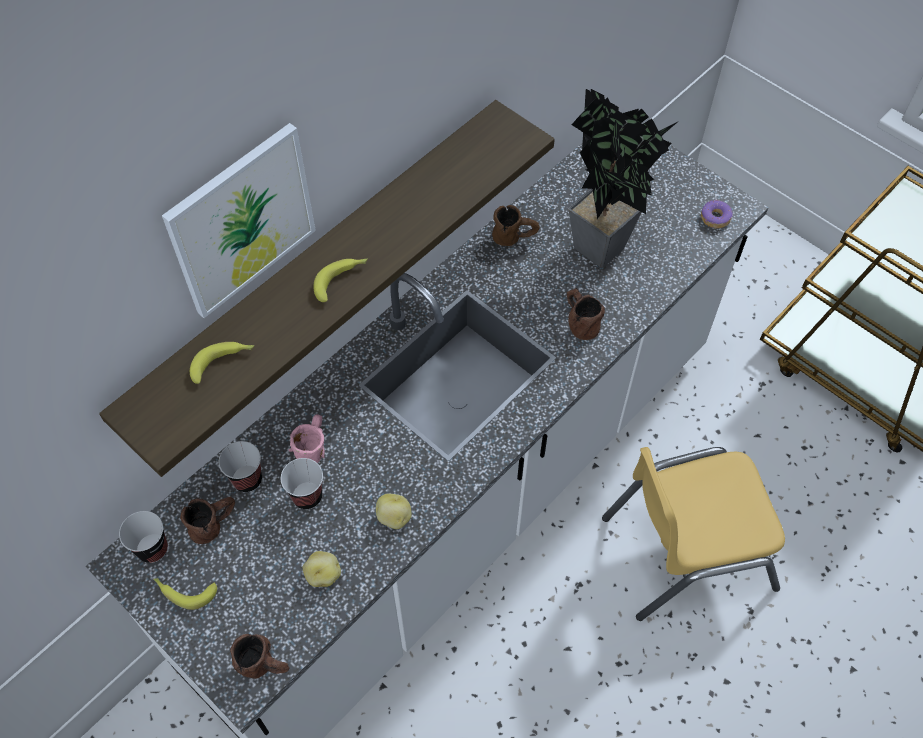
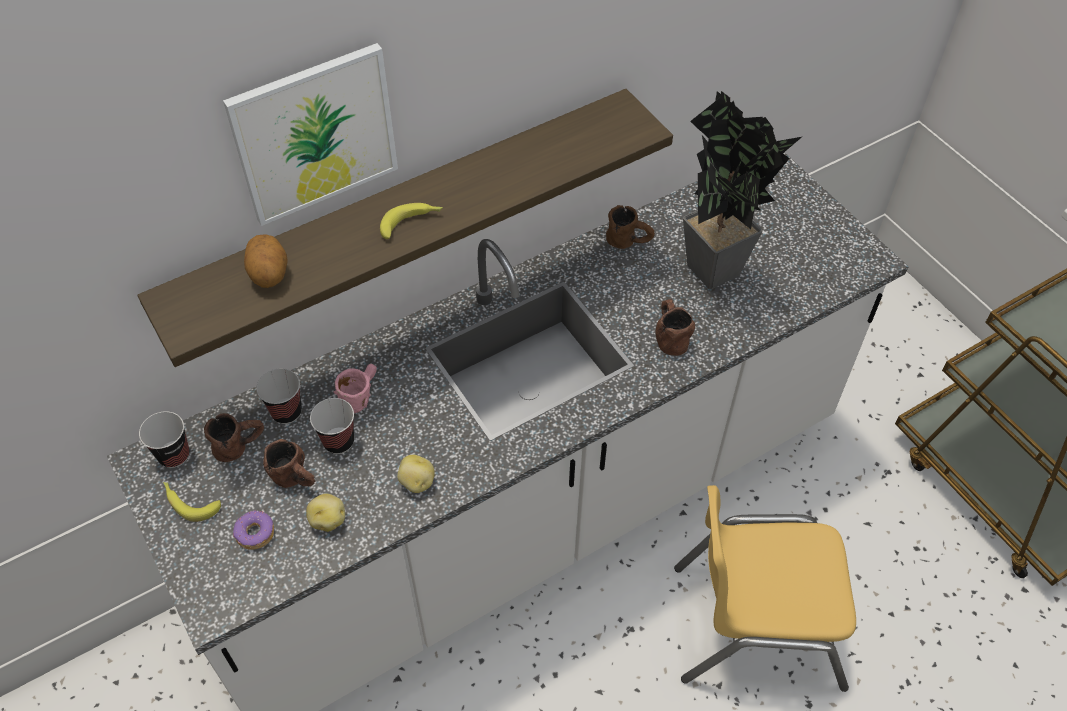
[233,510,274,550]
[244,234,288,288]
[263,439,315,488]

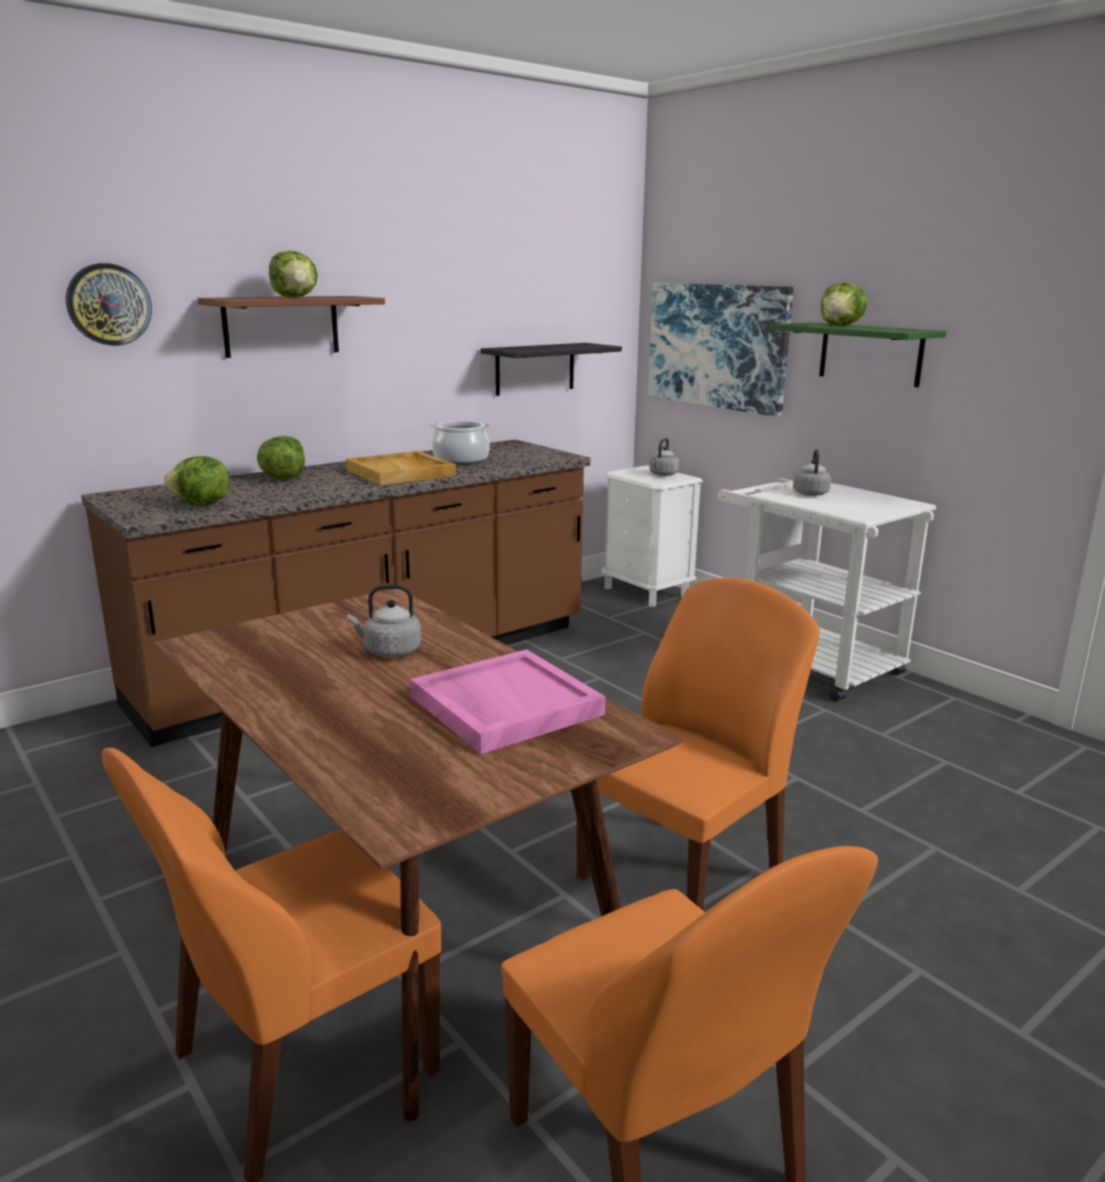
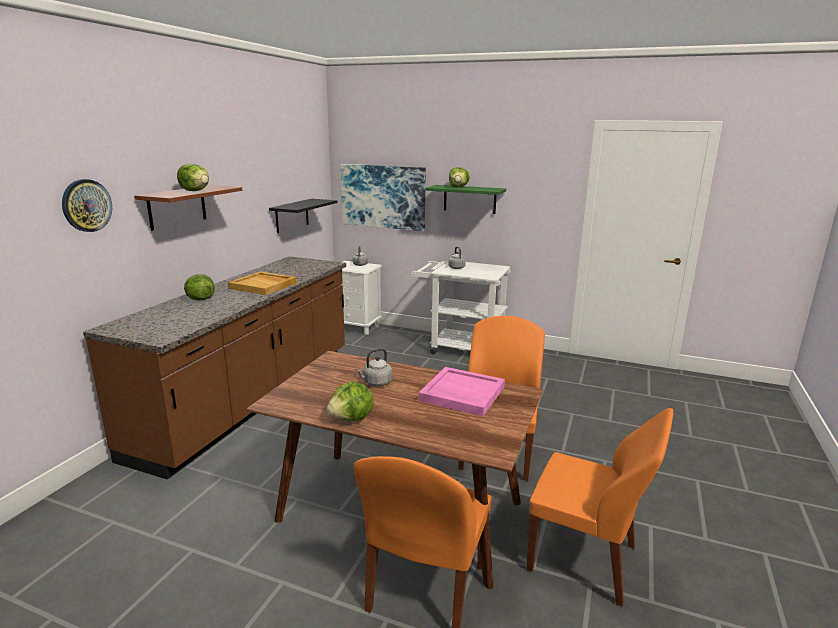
[327,382,374,421]
[429,421,492,465] (first image)

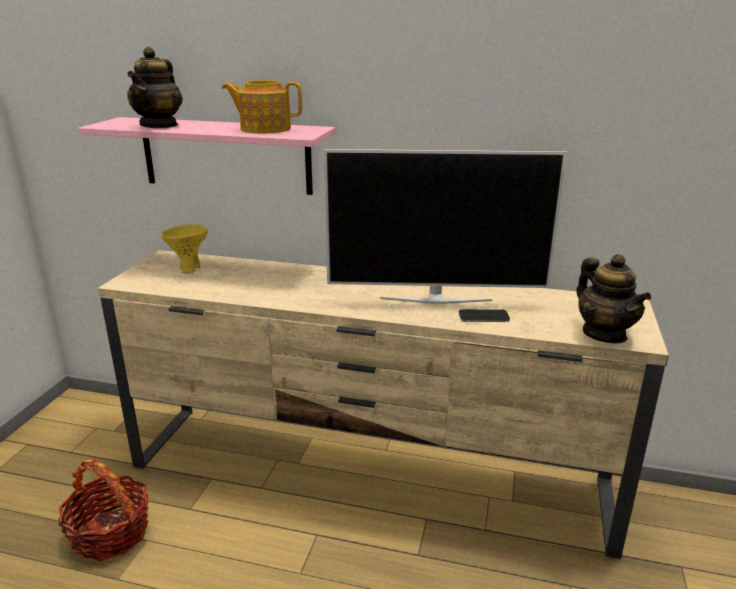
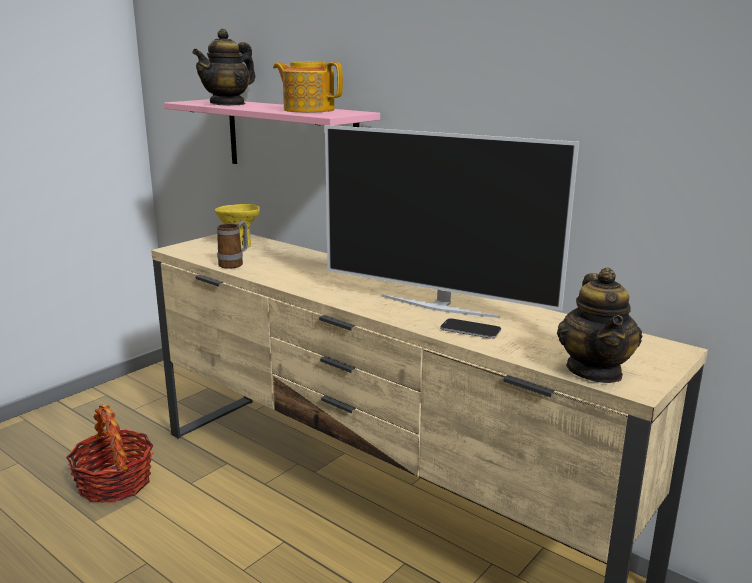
[217,221,248,269]

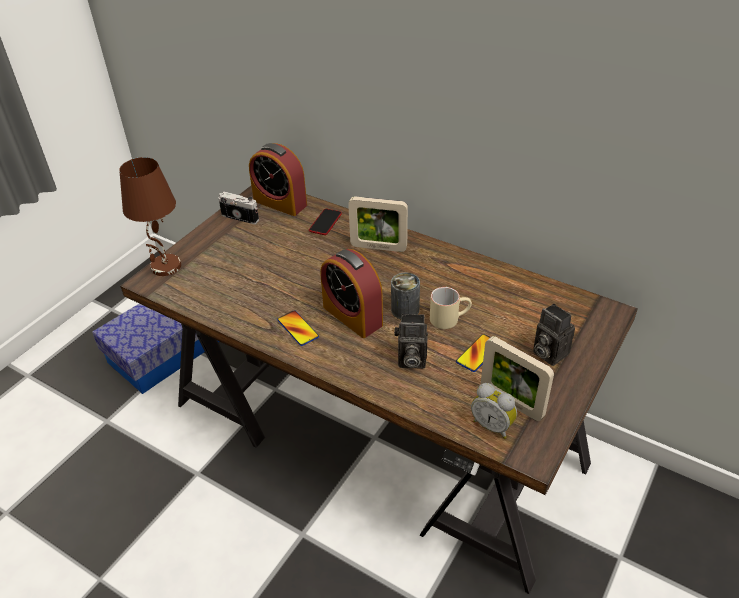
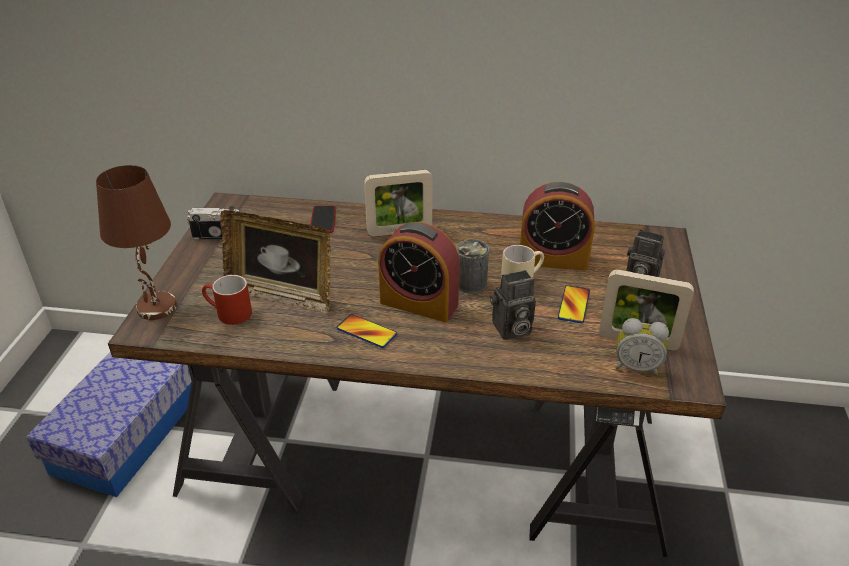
[202,275,252,325]
[220,210,331,314]
[520,182,594,271]

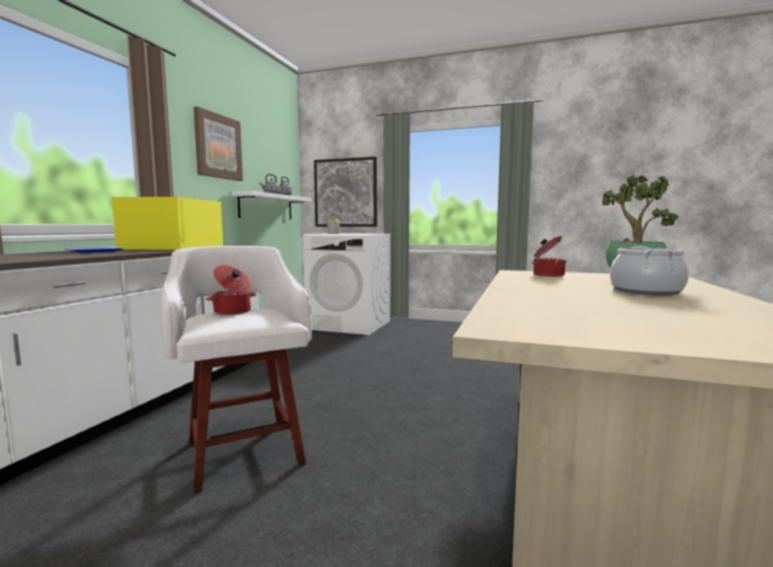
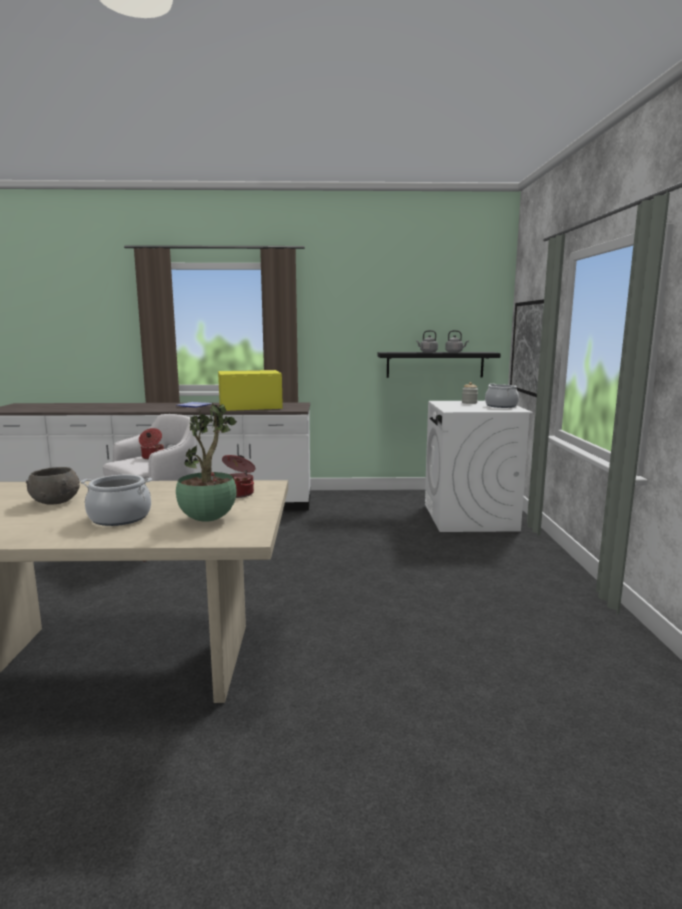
[26,467,80,505]
[378,352,501,378]
[485,383,519,408]
[194,106,243,181] (first image)

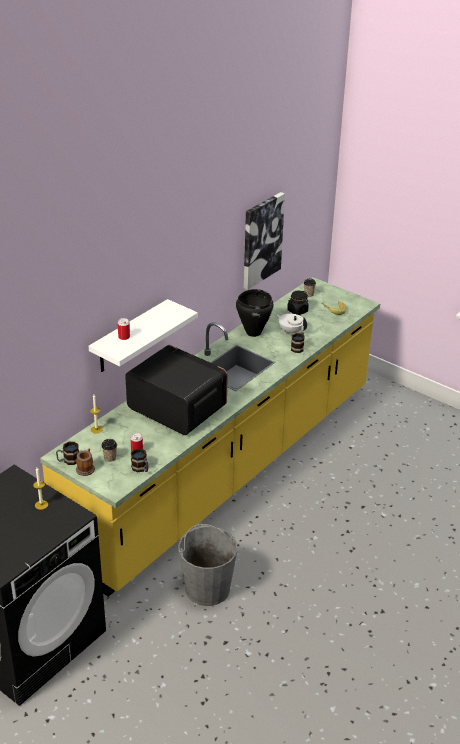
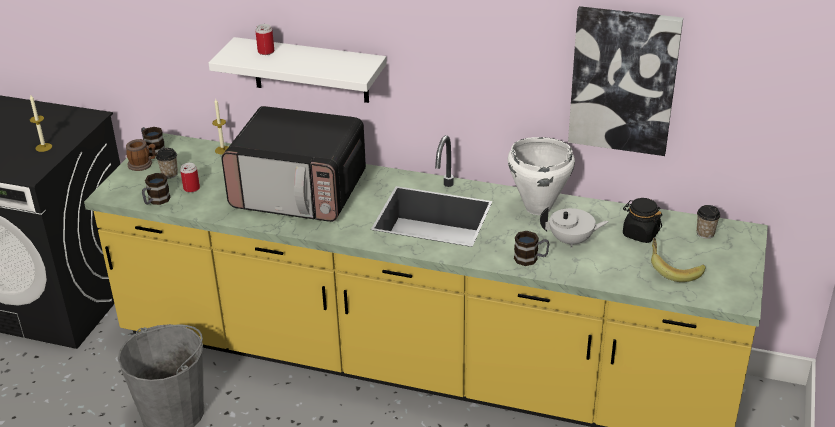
[221,106,366,222]
[508,137,575,215]
[540,207,609,248]

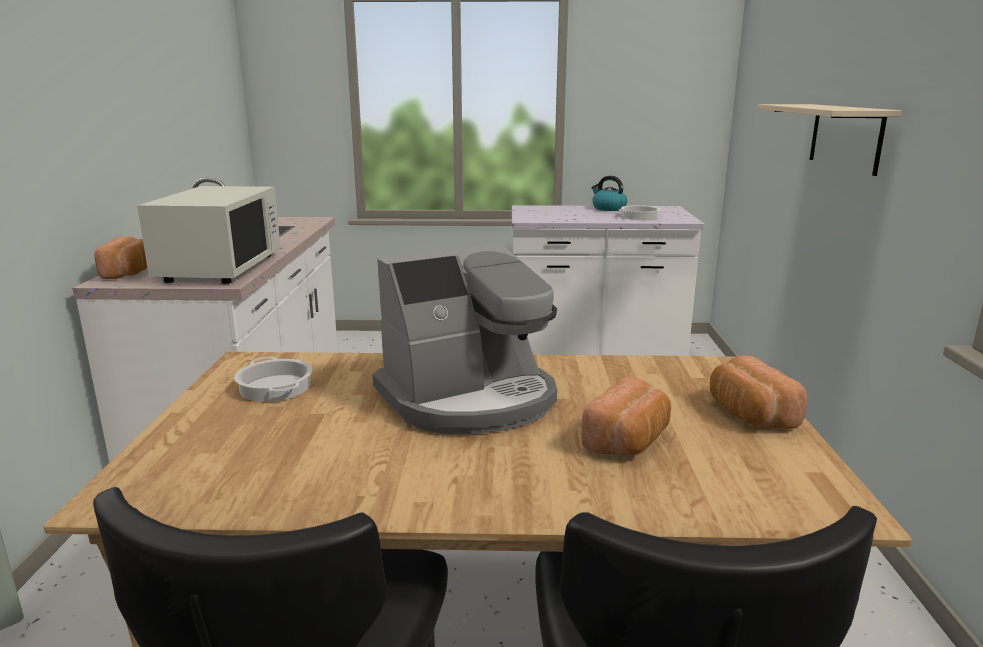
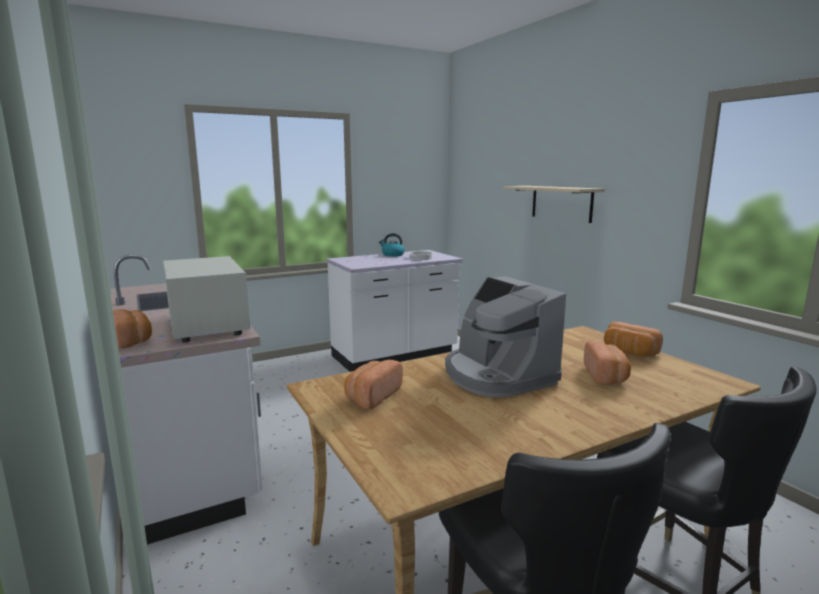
[344,360,403,409]
[445,276,566,397]

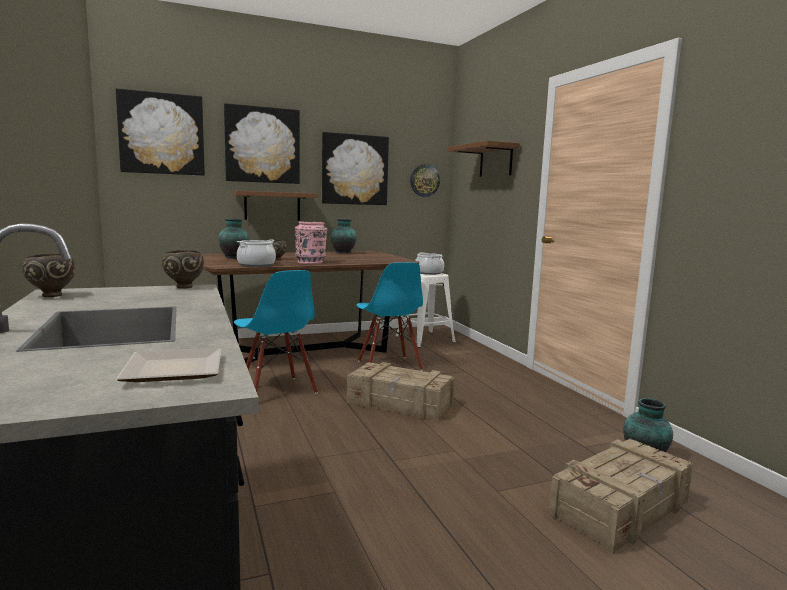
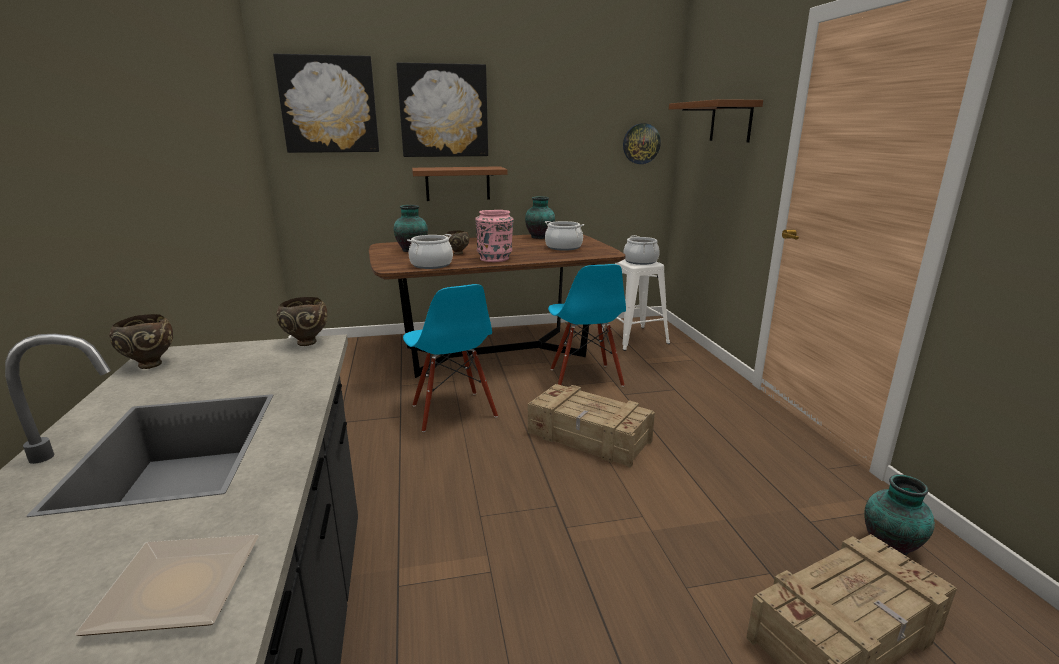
[545,221,584,251]
[322,132,389,205] (first image)

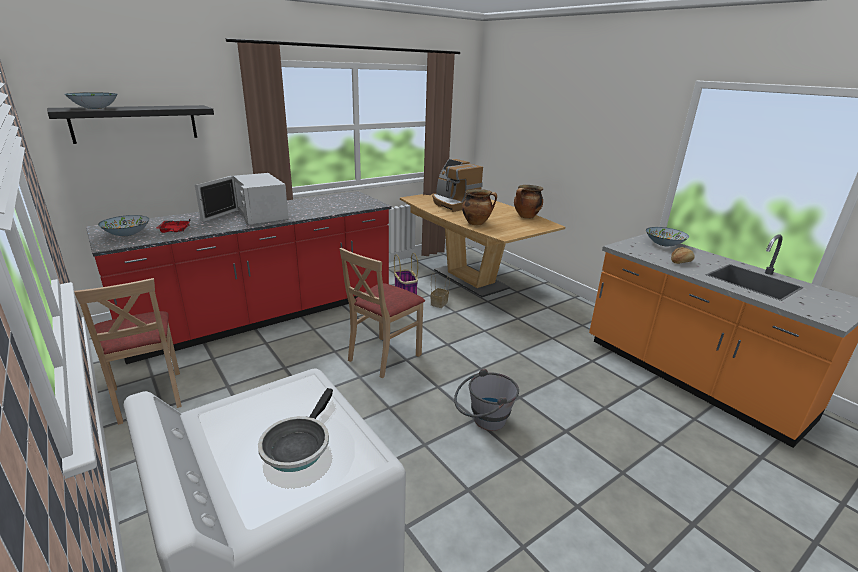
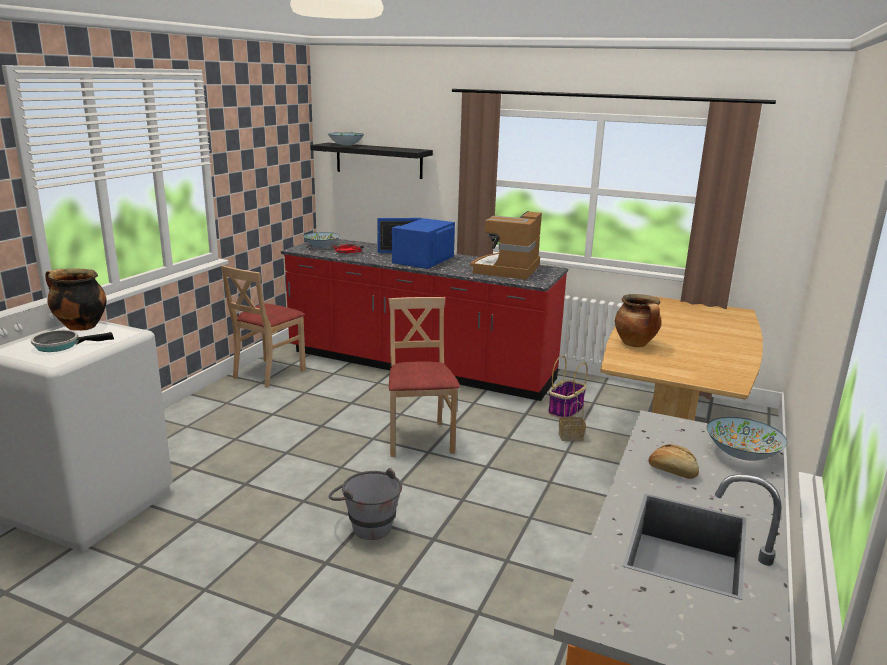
[45,269,107,331]
[377,218,455,269]
[388,297,460,457]
[470,211,542,280]

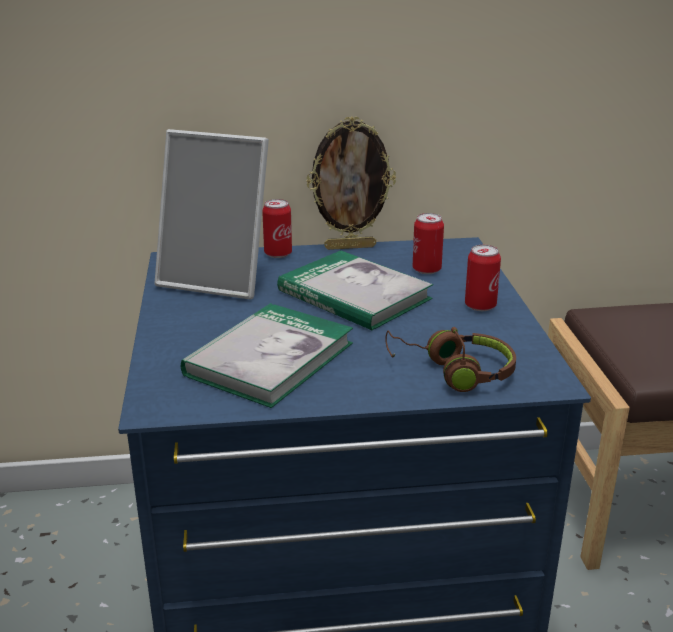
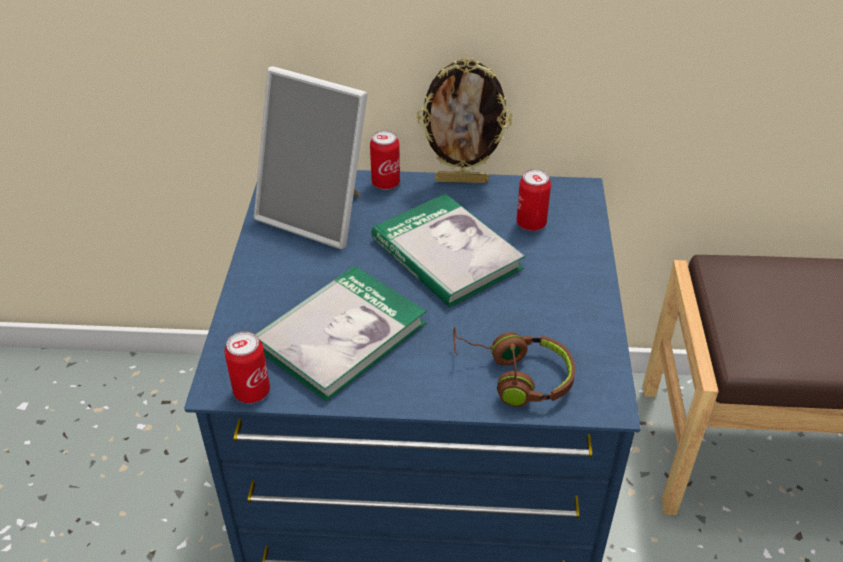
[225,331,270,403]

